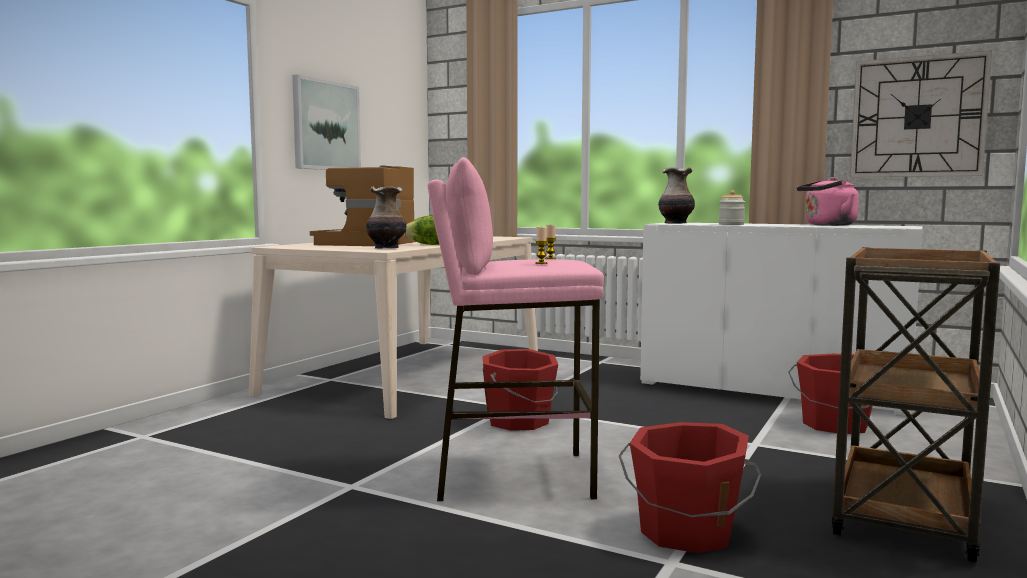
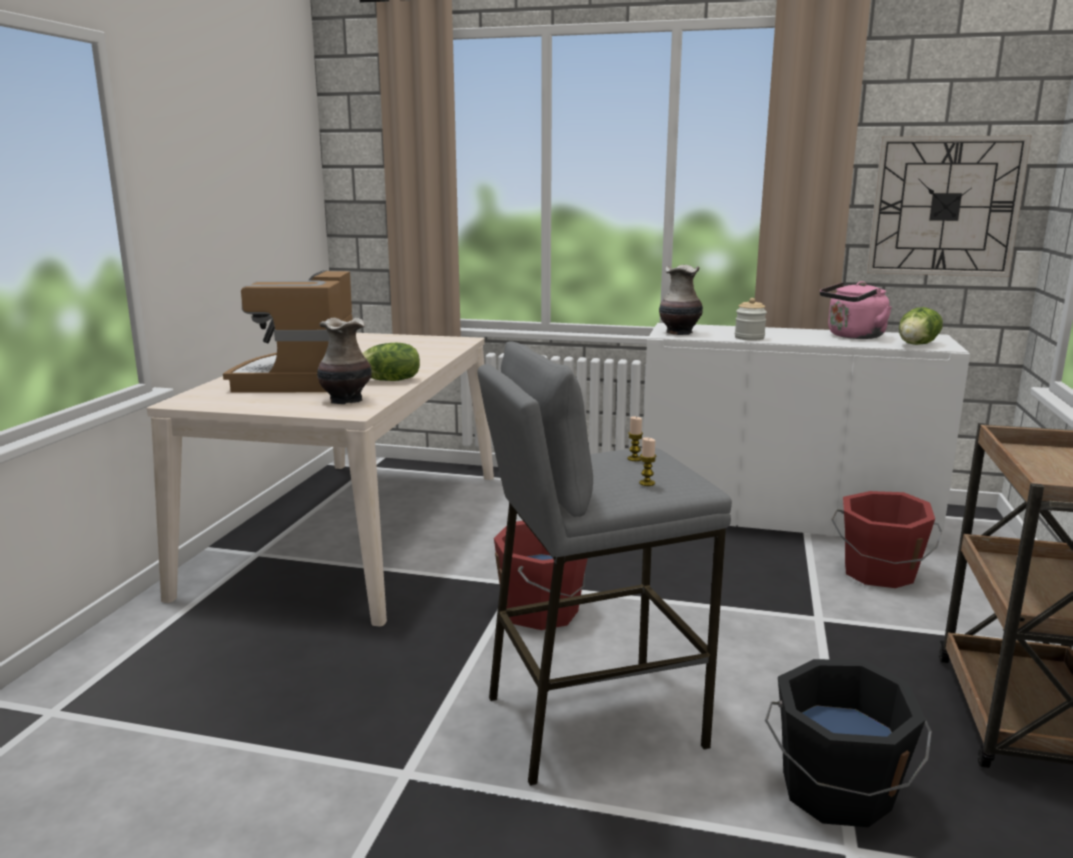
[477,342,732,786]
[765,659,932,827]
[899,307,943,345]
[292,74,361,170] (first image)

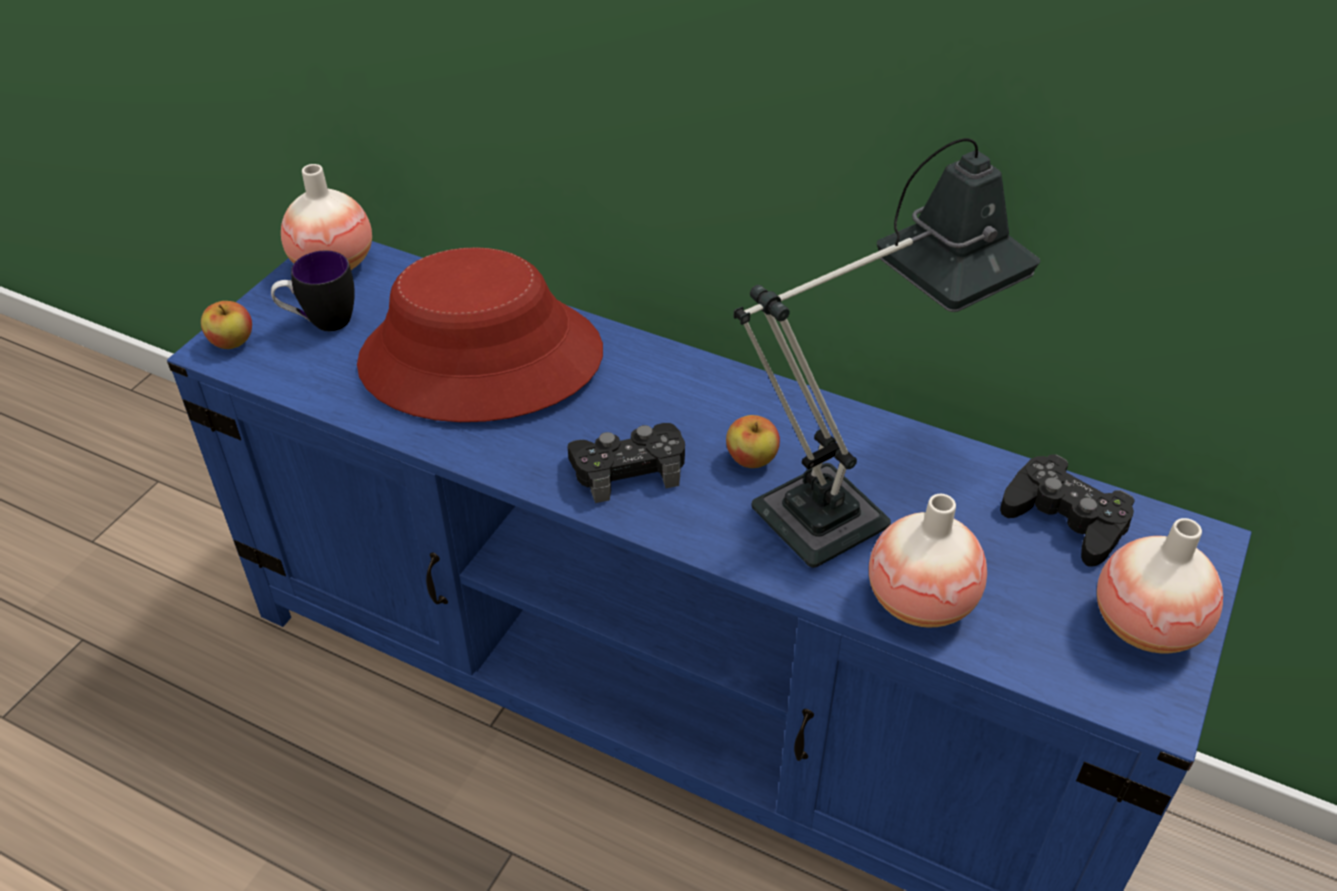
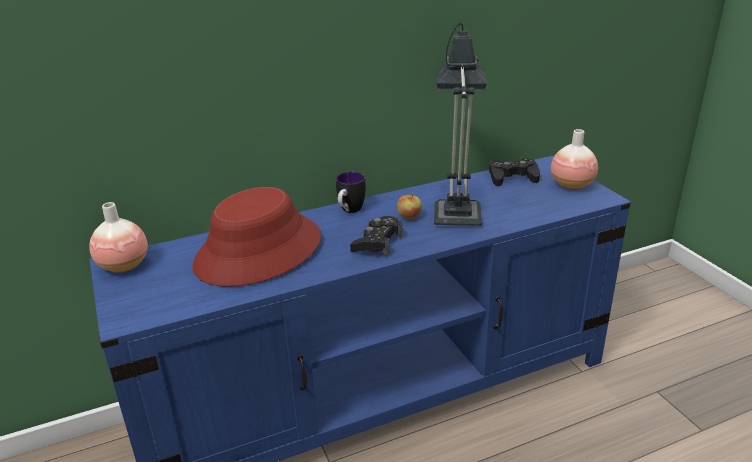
[336,172,366,213]
[201,301,252,349] (first image)
[869,494,987,627] (first image)

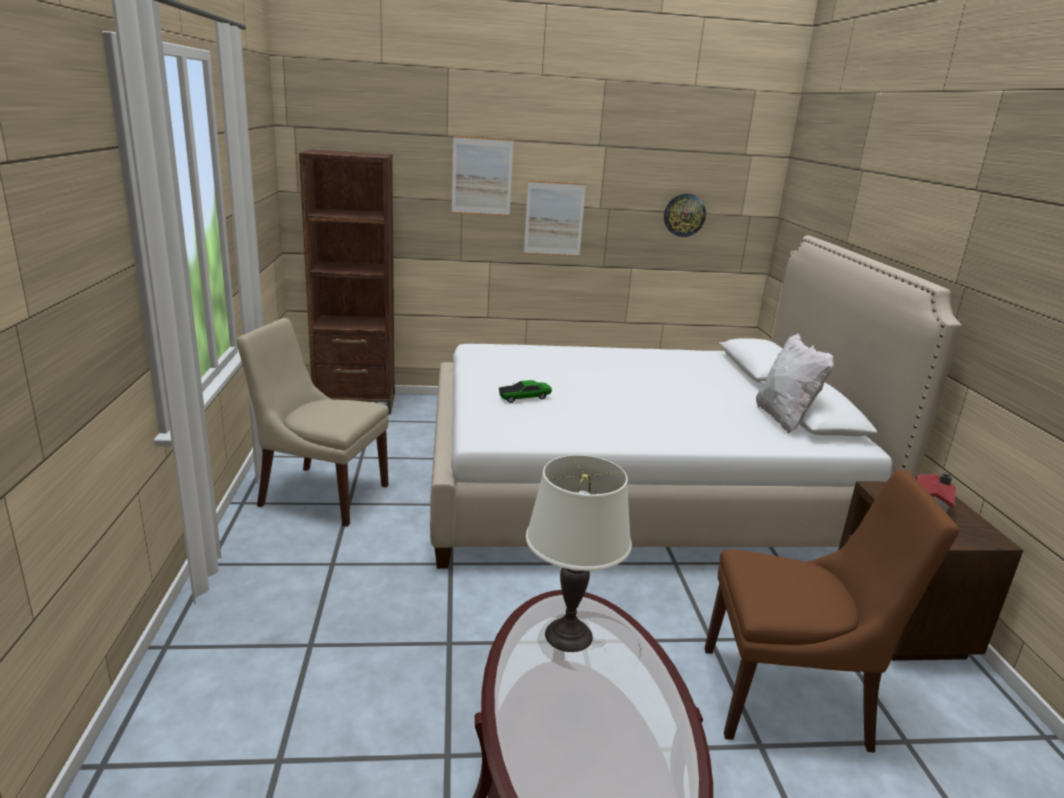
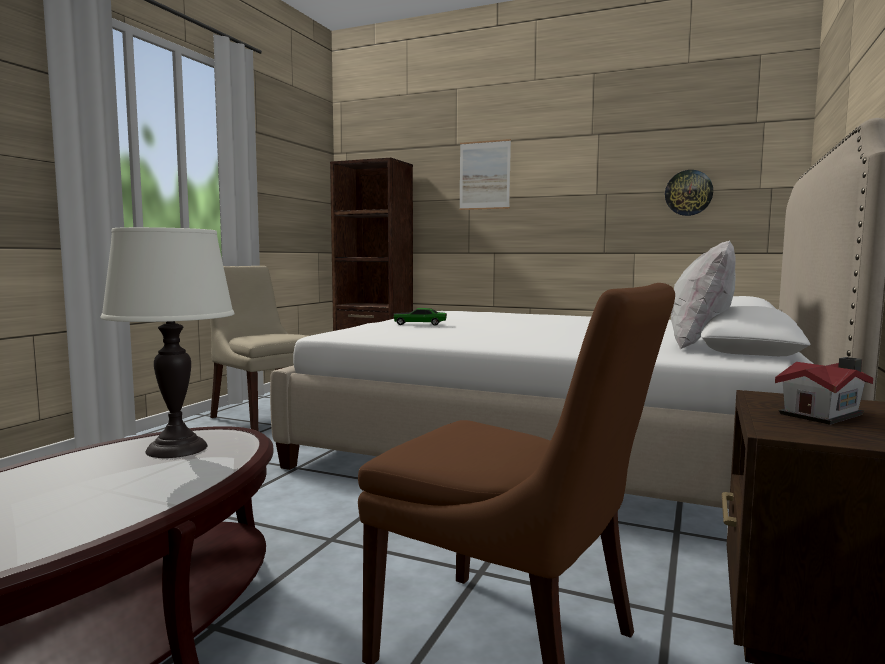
[524,180,586,257] (first image)

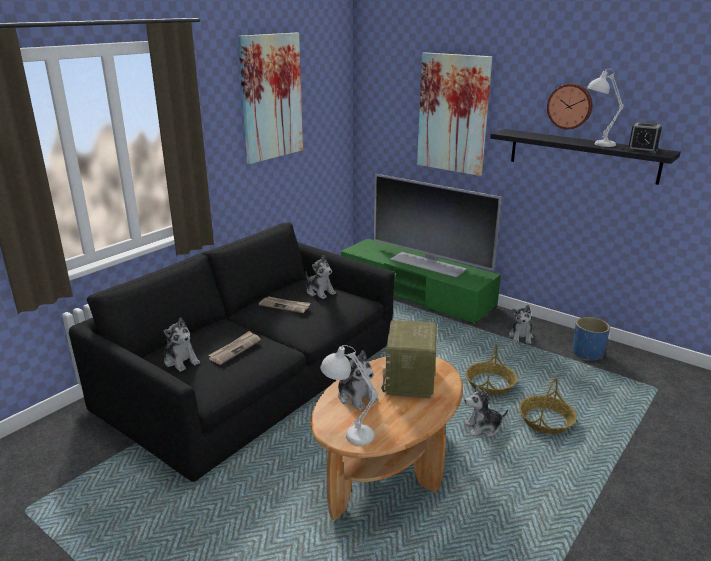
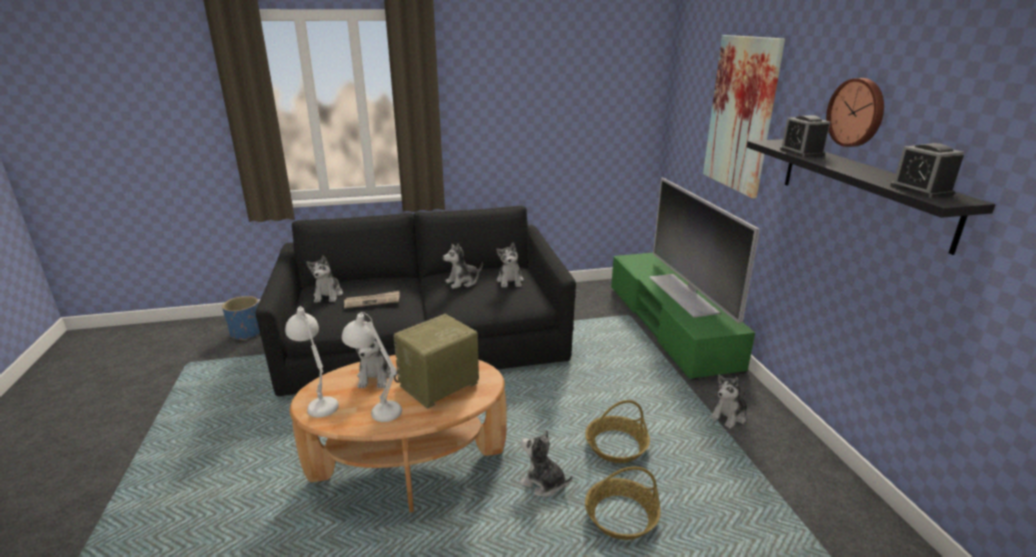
[222,296,260,340]
[342,312,402,422]
[443,244,483,289]
[780,115,830,157]
[238,33,303,164] (first image)

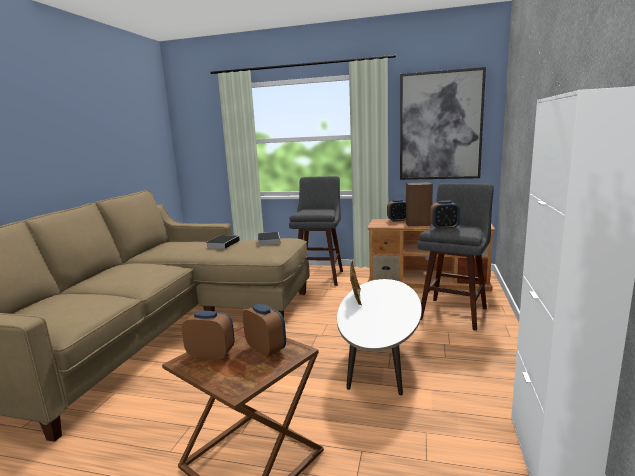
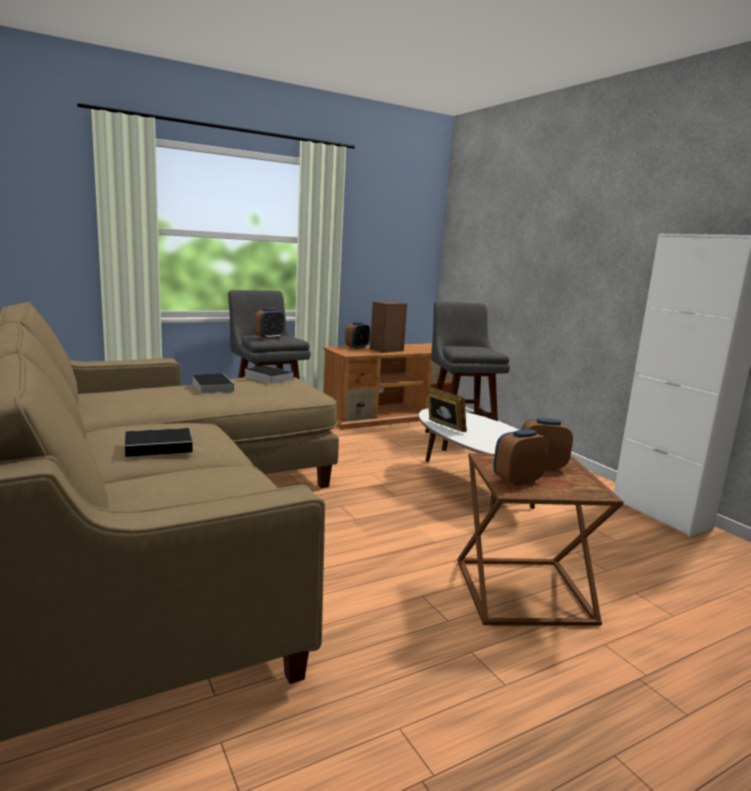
[125,428,205,457]
[255,308,285,339]
[400,67,486,180] (first image)

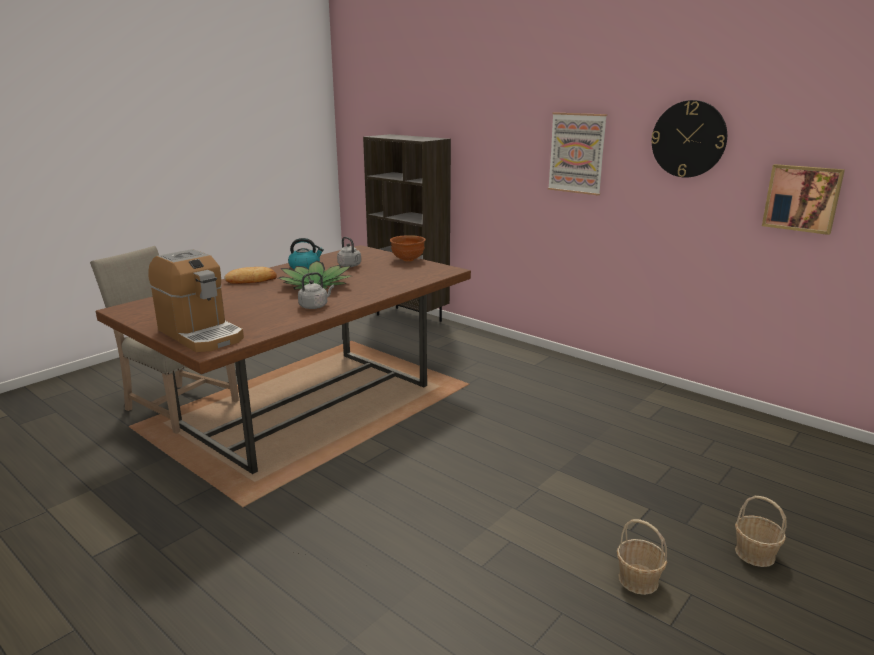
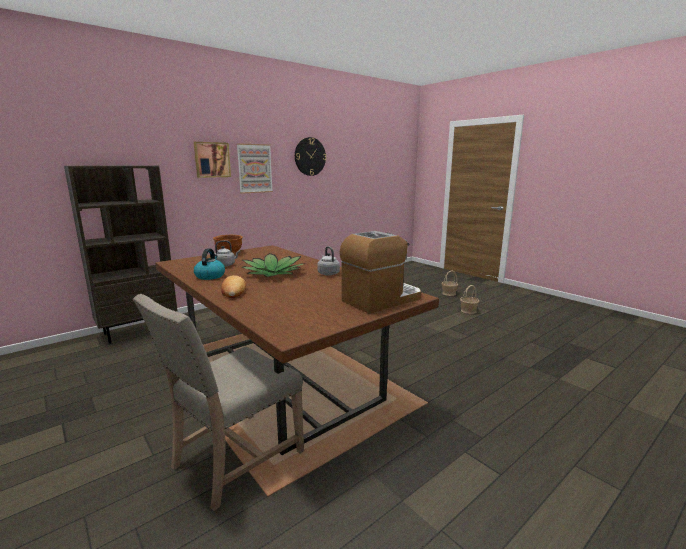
[194,142,231,178]

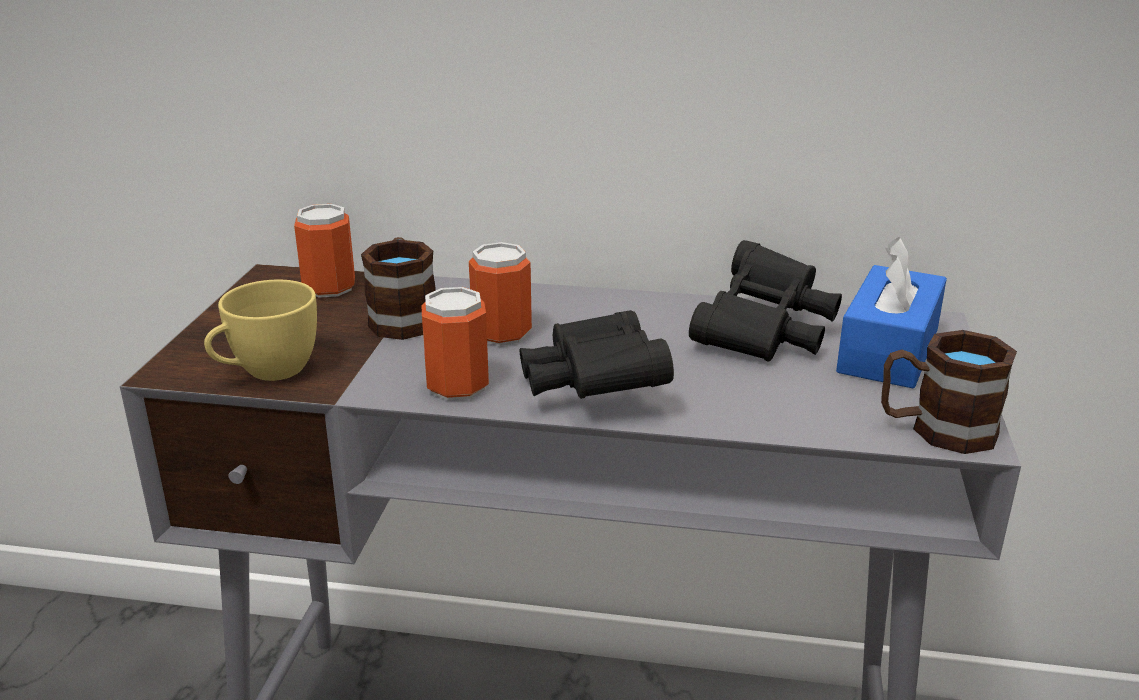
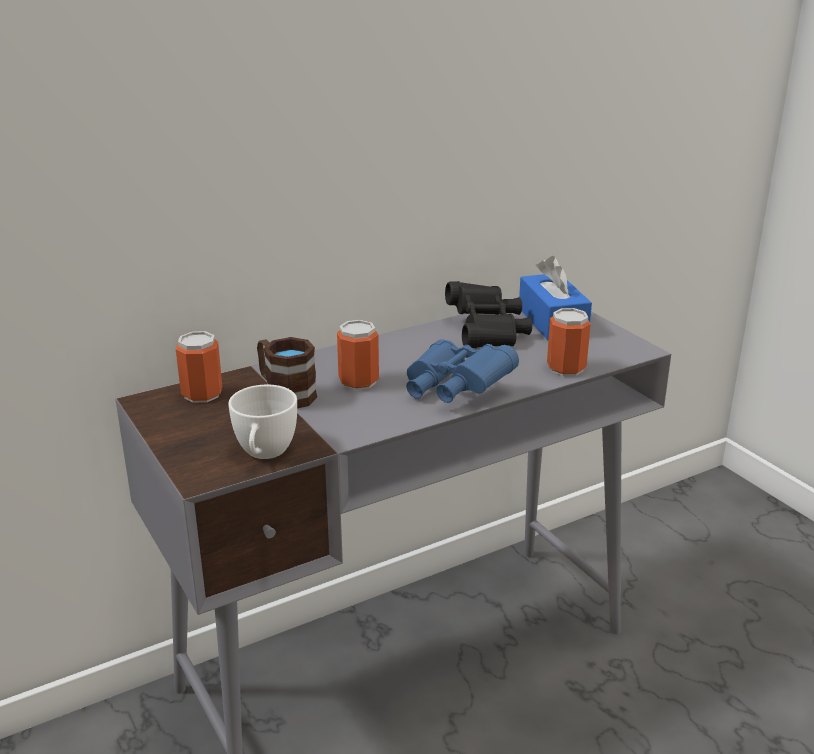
[228,385,297,459]
[406,339,519,403]
[547,308,591,376]
[881,330,1017,454] (first image)

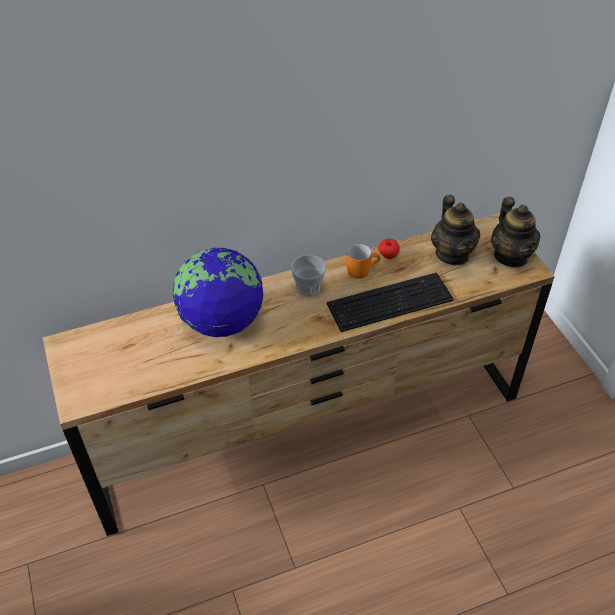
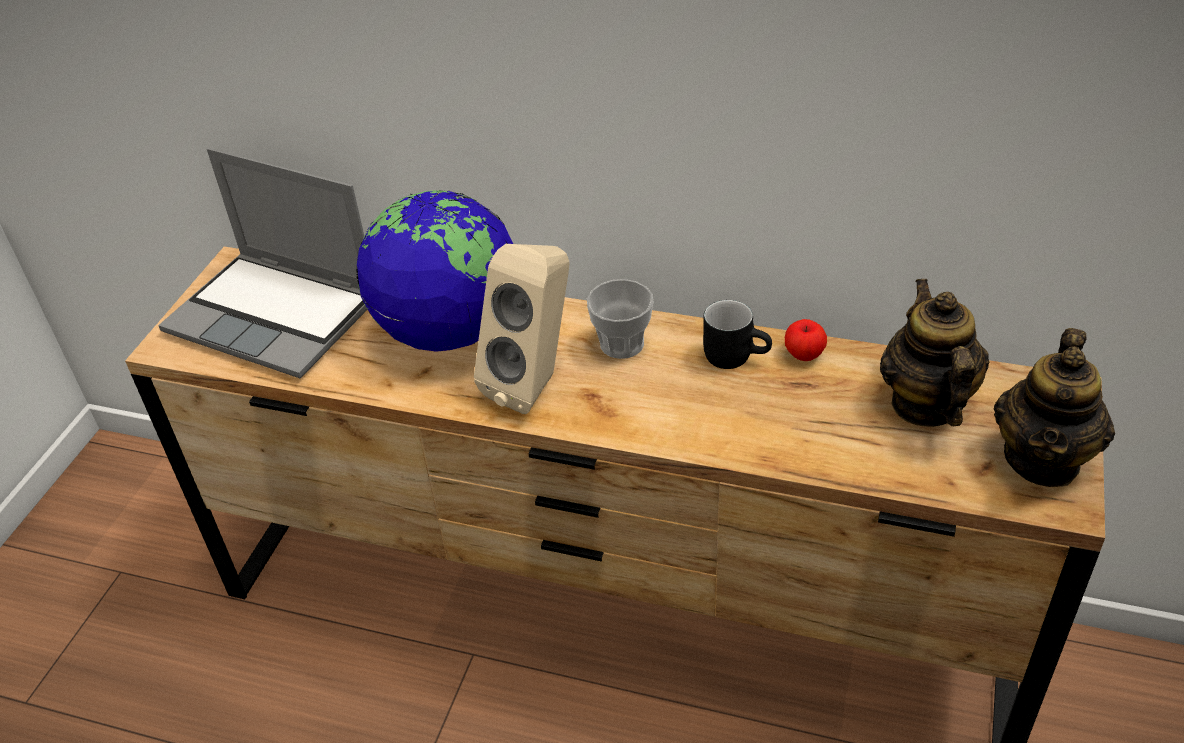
[158,148,367,379]
[474,244,569,414]
[703,300,772,369]
[880,279,989,427]
[327,272,454,332] (first image)

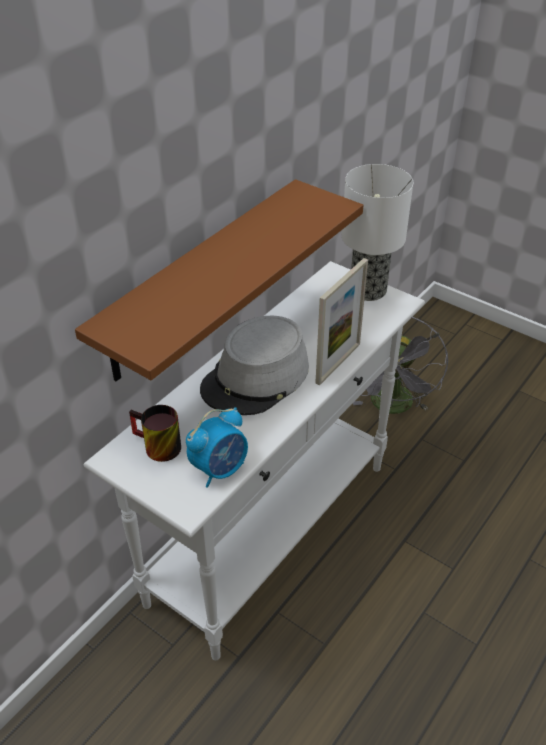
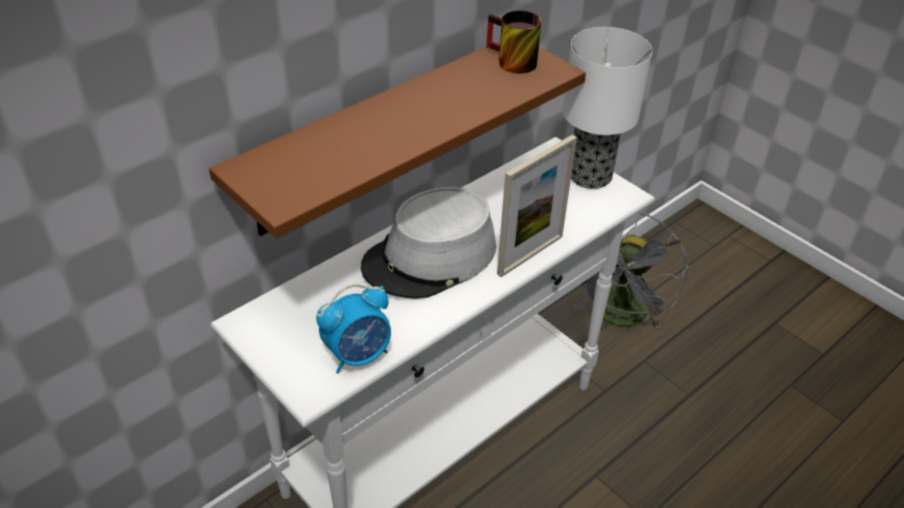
[486,10,541,74]

